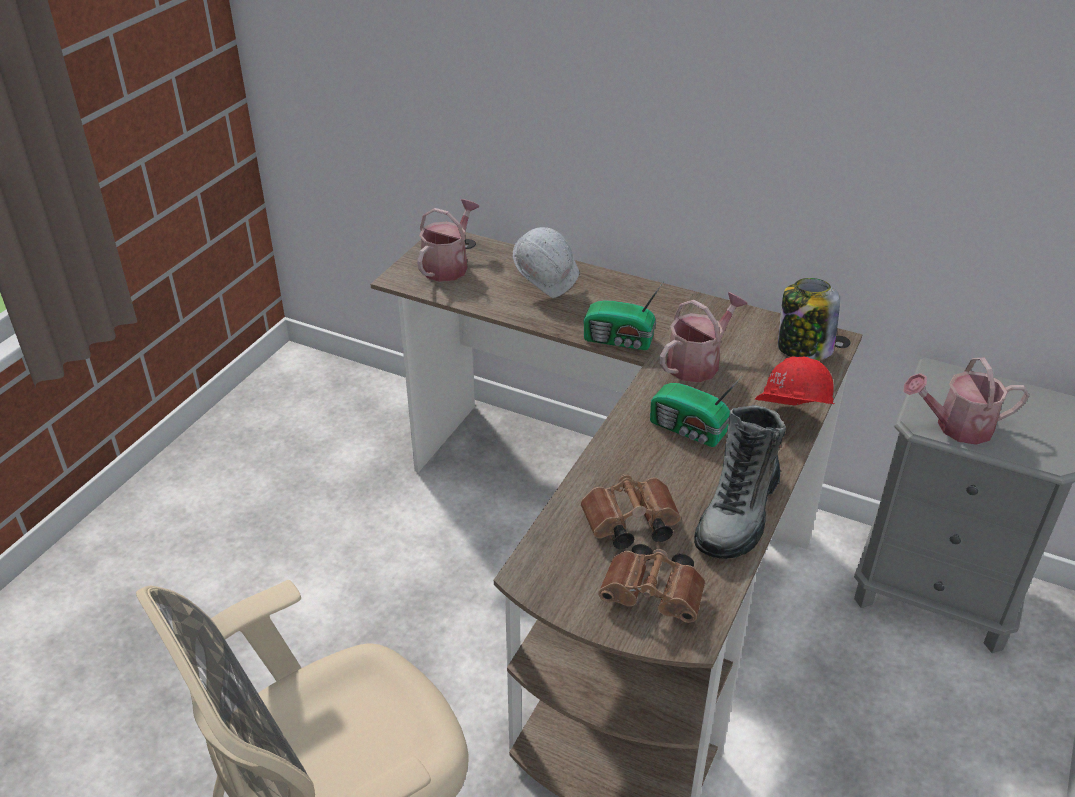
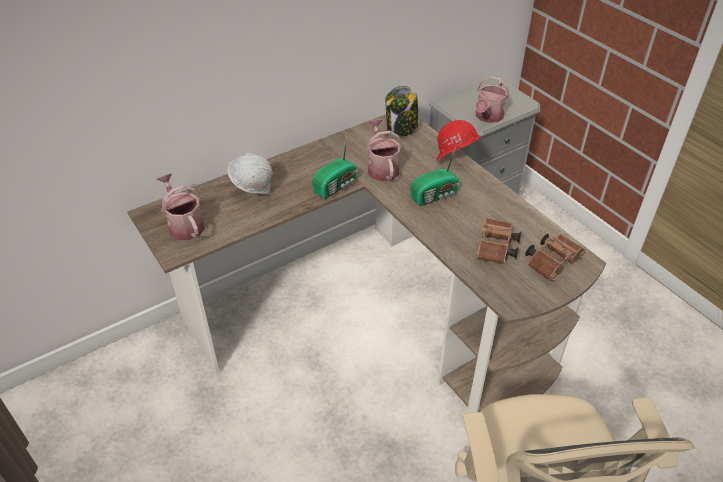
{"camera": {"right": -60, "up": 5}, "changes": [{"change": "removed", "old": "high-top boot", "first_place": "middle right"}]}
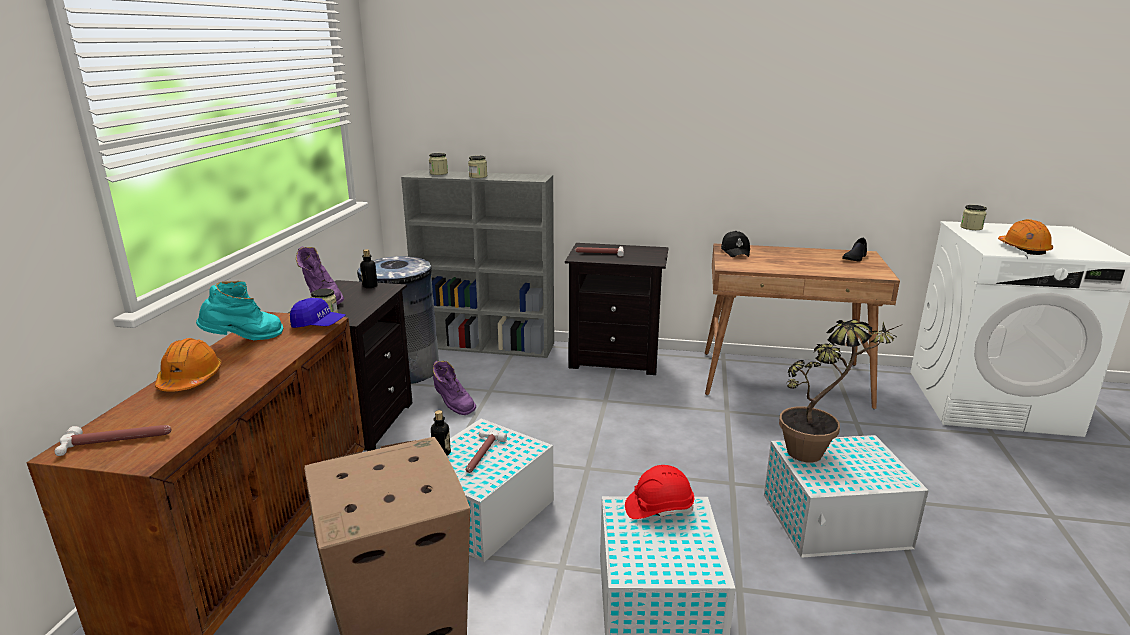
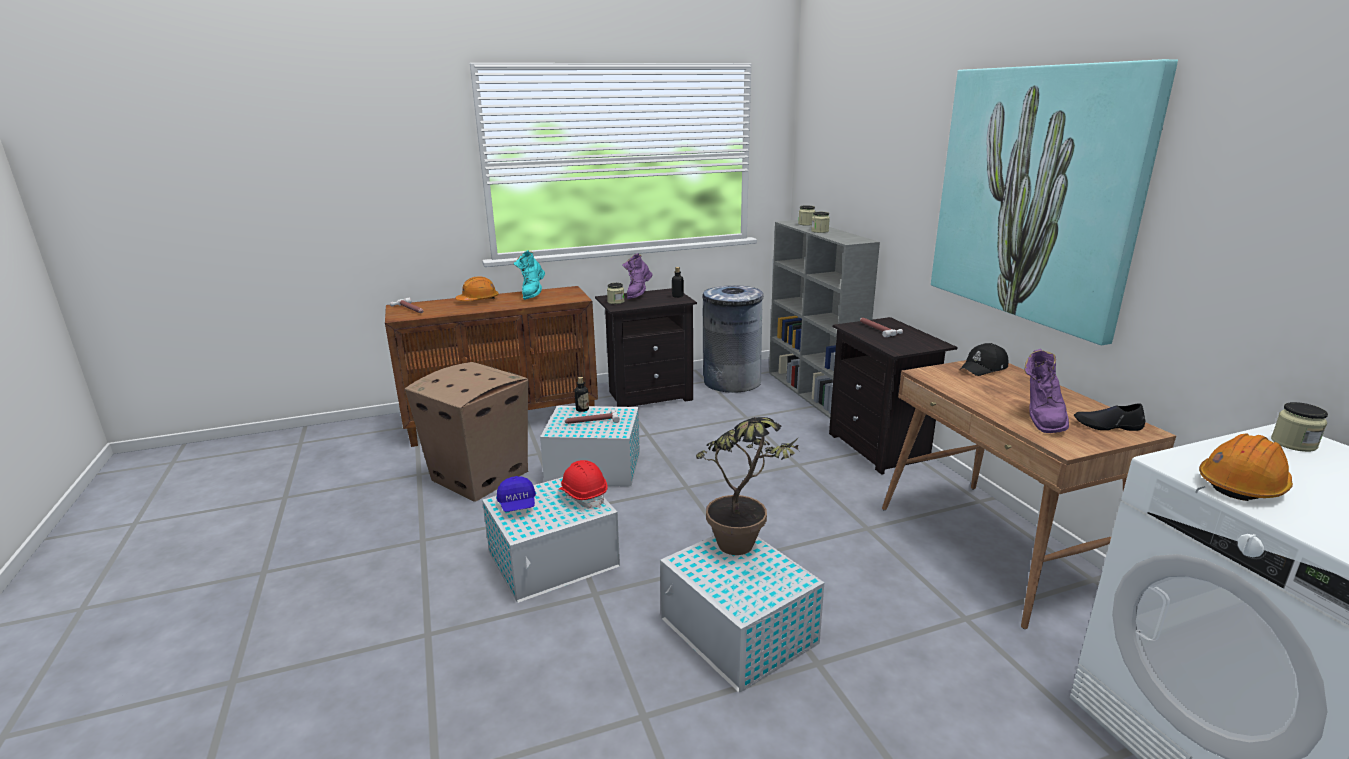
{"camera": {"right": 60, "up": 0}, "changes": [{"change": "turned", "old": "high-top boot in turquoise-coloured", "first_place": "middle left", "second_place": "centre", "degrees": 75}, {"change": "moved", "old": "cap in blue", "first_place": "middle left", "second_place": "centre"}, {"change": "moved", "old": "high-top boot in purple-coloured (2nd from left)", "first_place": "centre", "second_place": "middle right"}, {"change": "added", "new": "picture", "second_place": "top right"}]}
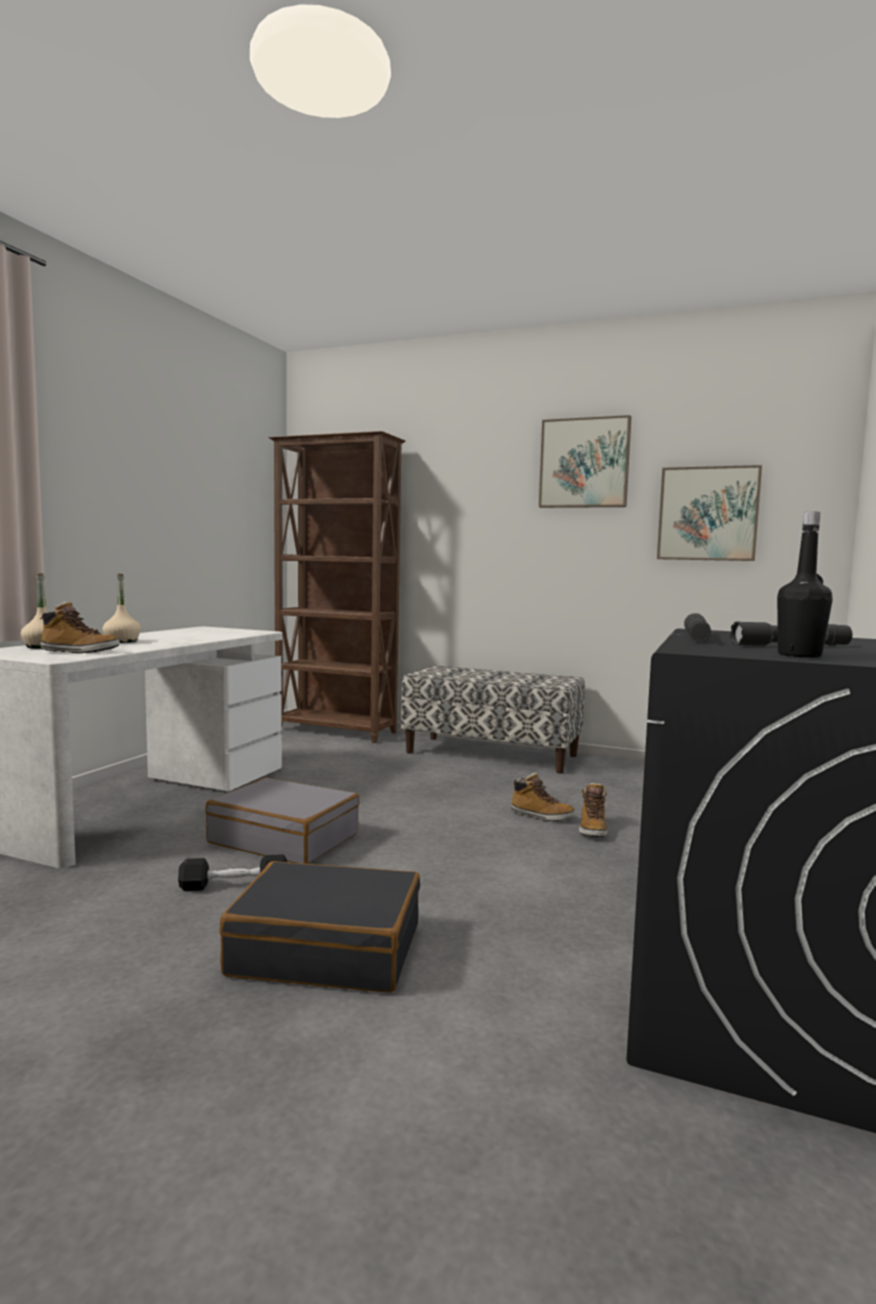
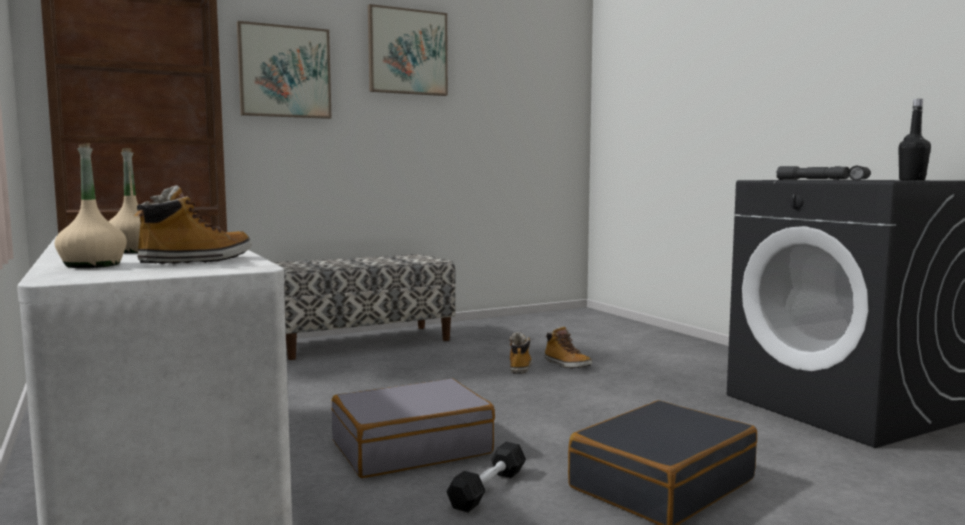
{"camera": {"right": -50, "up": 0}, "changes": [{"change": "turned", "old": "high-top boot (2nd from left)", "first_place": "centre", "second_place": "bottom centre", "degrees": -60}, {"change": "moved", "old": "picture (2nd from left in the first image)", "new": "picture (1st from left)", "first_place": "middle right", "second_place": "top left"}]}
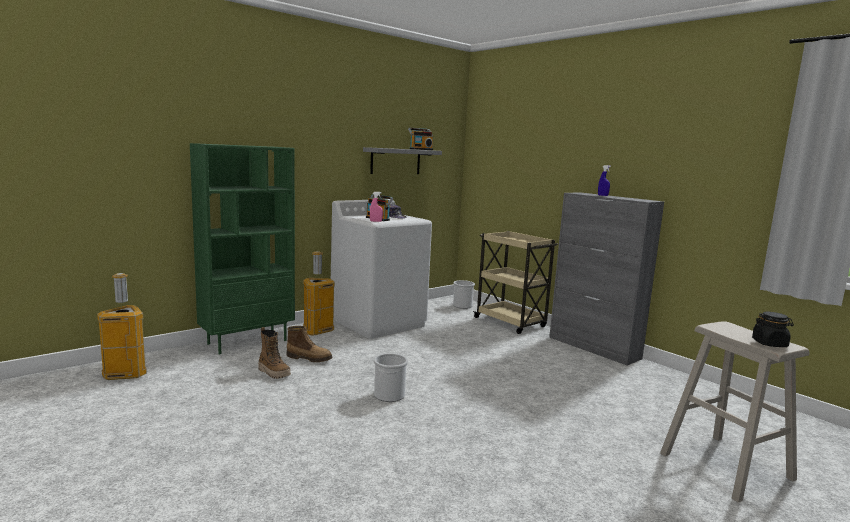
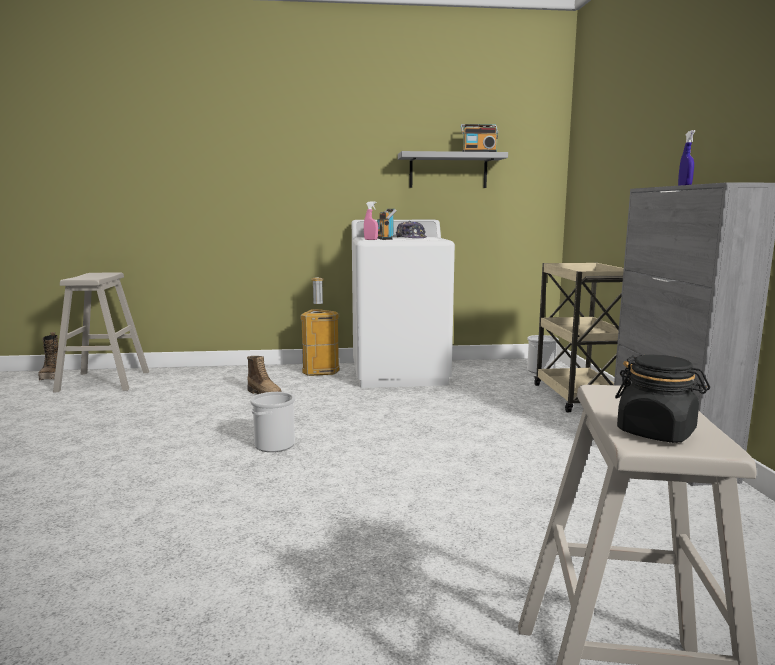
{"camera": {"right": 35, "up": 0}, "changes": [{"change": "replaced", "old": "trash can (1st from left)", "new": "stool seat in beige (1st from left)", "first_place": "middle left", "second_place": "middle left"}, {"change": "removed", "old": "shelving unit in green-coloured", "first_place": "middle left"}, {"change": "moved", "old": "high-top boot (1st from left)", "first_place": "bottom left", "second_place": "middle left"}]}
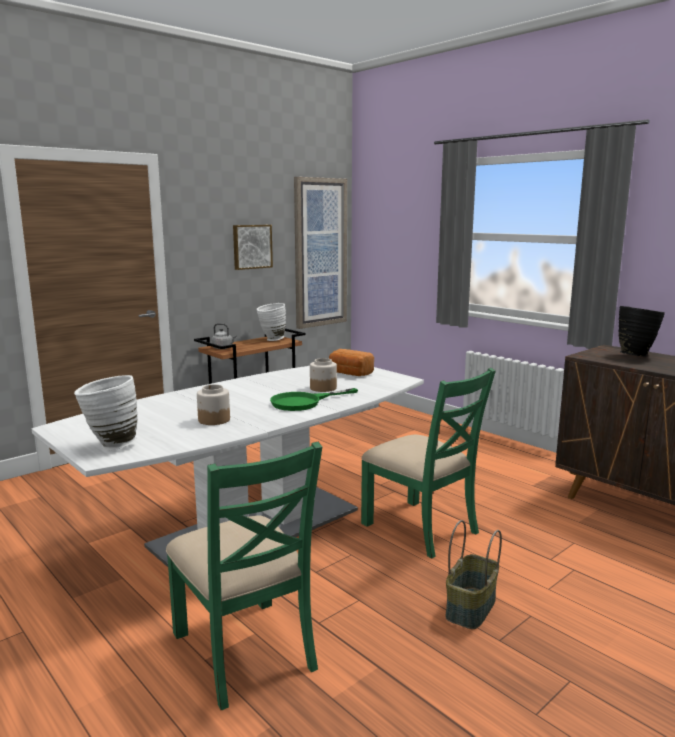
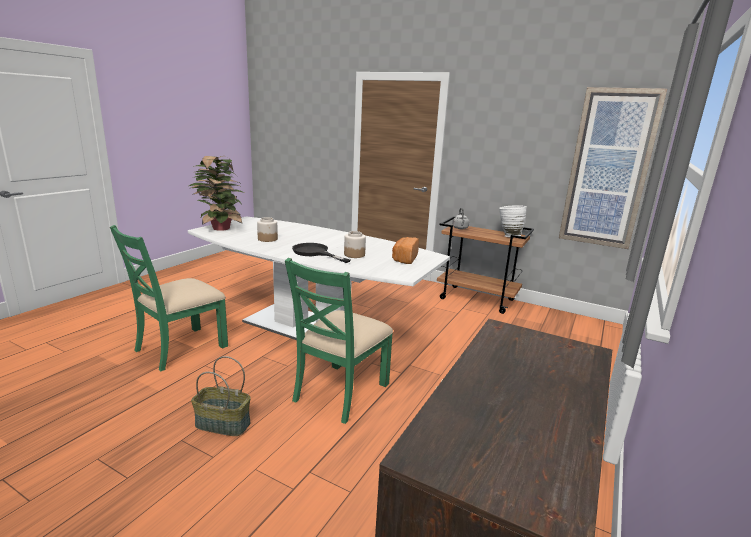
{"camera": {"right": 70, "up": 5}, "changes": [{"change": "replaced", "old": "vase in whitish (1st from left)", "new": "plant in a pot", "first_place": "middle left", "second_place": "middle left"}, {"change": "removed", "old": "picture (1st from left)", "first_place": "centre"}, {"change": "recoloured", "old": "frying pan in green-coloured", "new": "frying pan in blackish", "first_place": "centre", "second_place": "centre"}, {"change": "removed", "old": "vase in blackish", "first_place": "middle right"}]}
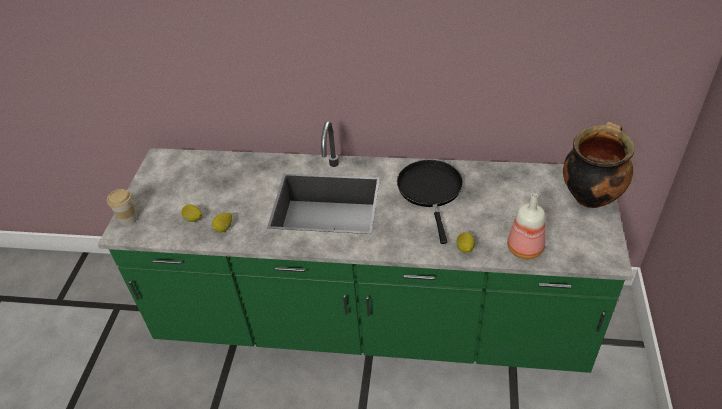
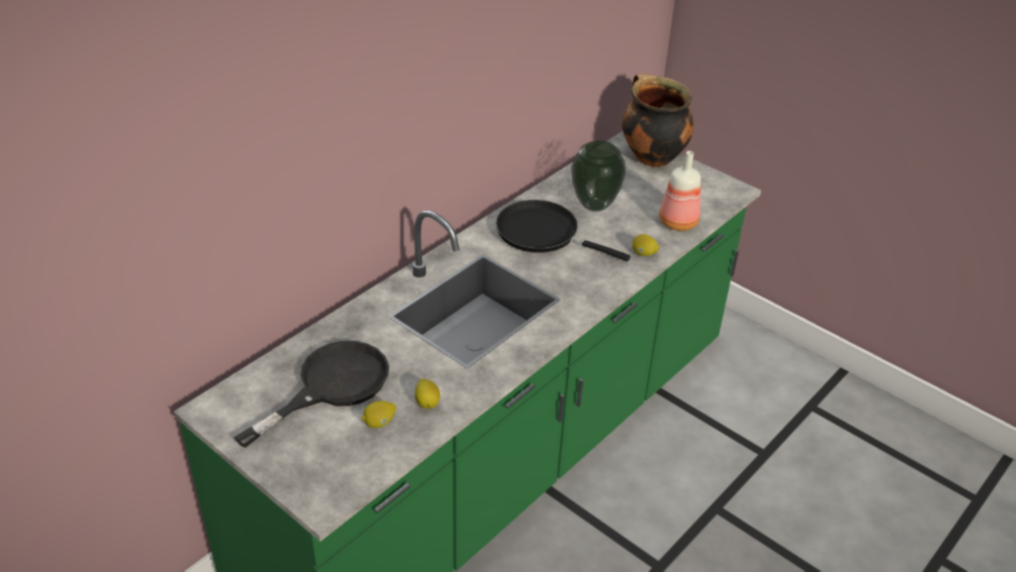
{"camera": {"right": -60, "up": -5}, "changes": [{"change": "removed", "old": "cup", "first_place": "middle left"}, {"change": "added", "new": "frying pan in blackish (1st from left)", "second_place": "bottom left"}, {"change": "added", "new": "vase", "second_place": "top centre"}]}
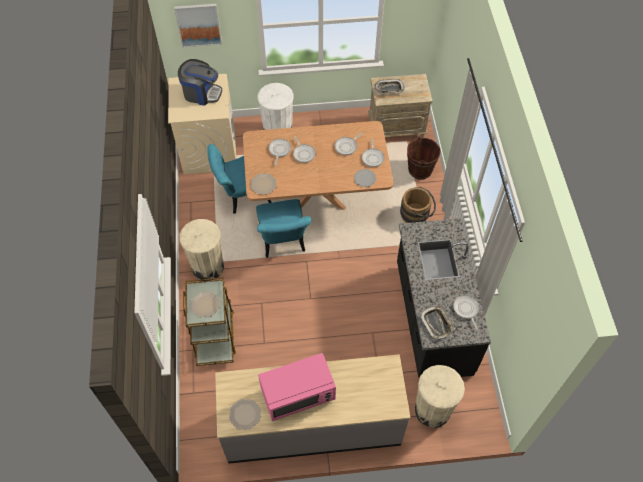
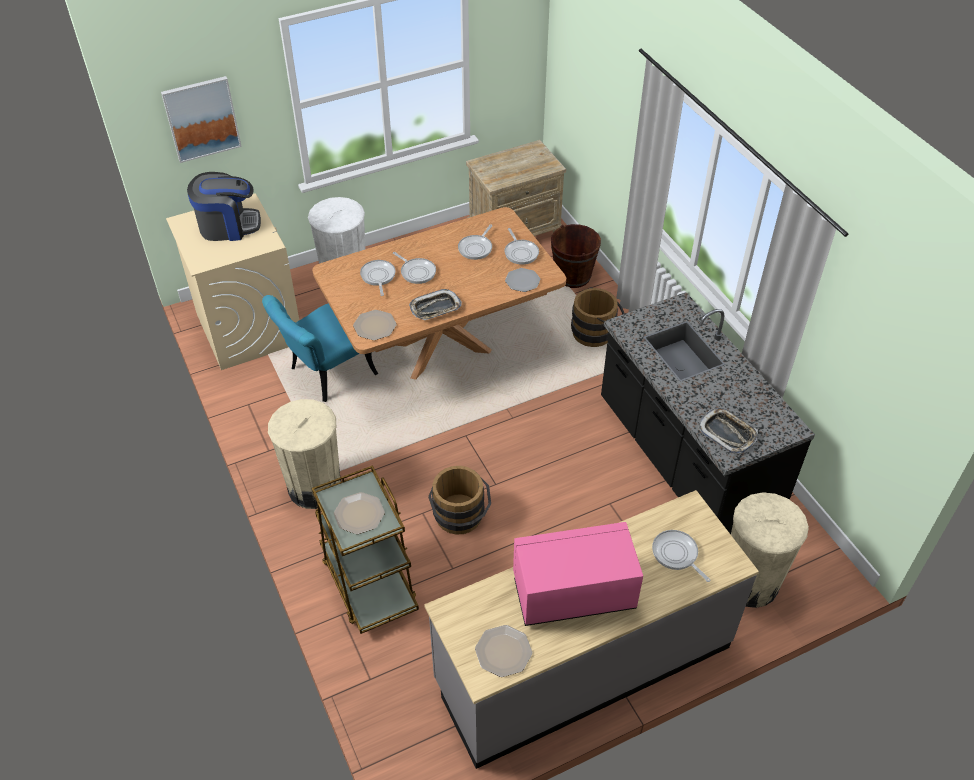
{"camera": {"right": -20, "up": -10}, "changes": [{"change": "removed", "old": "upright chair in turquoise-coloured (2nd from left)", "first_place": "centre"}, {"change": "turned", "old": "kitchen microwave in pink", "first_place": "bottom centre", "second_place": "bottom centre", "degrees": -150}, {"change": "moved", "old": "carrying tray (1st from left)", "first_place": "top centre", "second_place": "centre"}, {"change": "moved", "old": "frying pan (5th from left)", "first_place": "middle right", "second_place": "bottom right"}, {"change": "added", "new": "pail in brown (1st from left)", "second_place": "centre"}]}
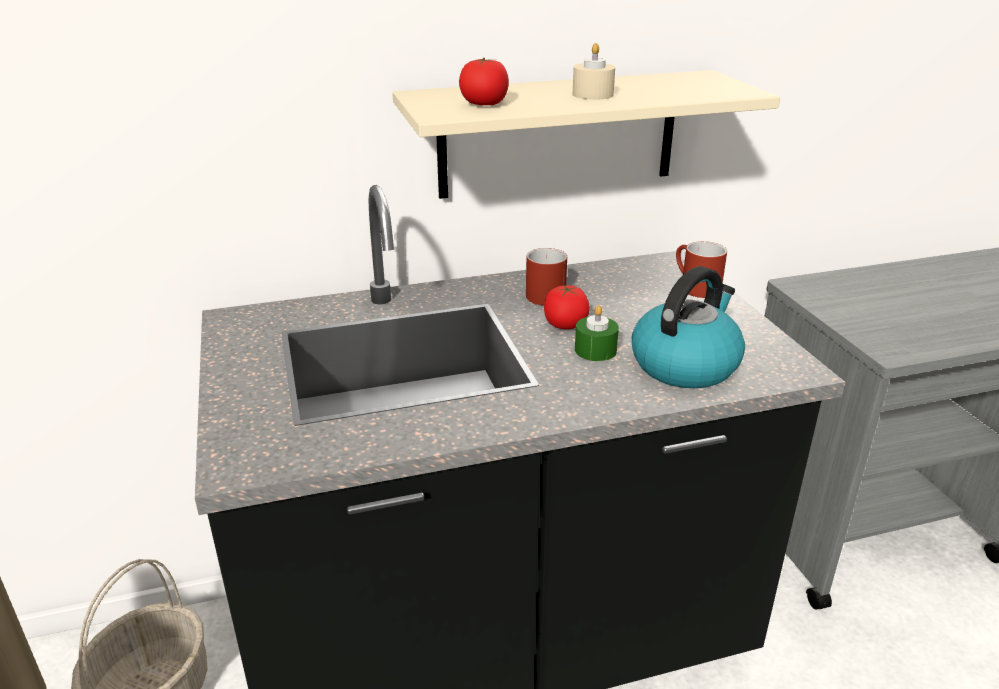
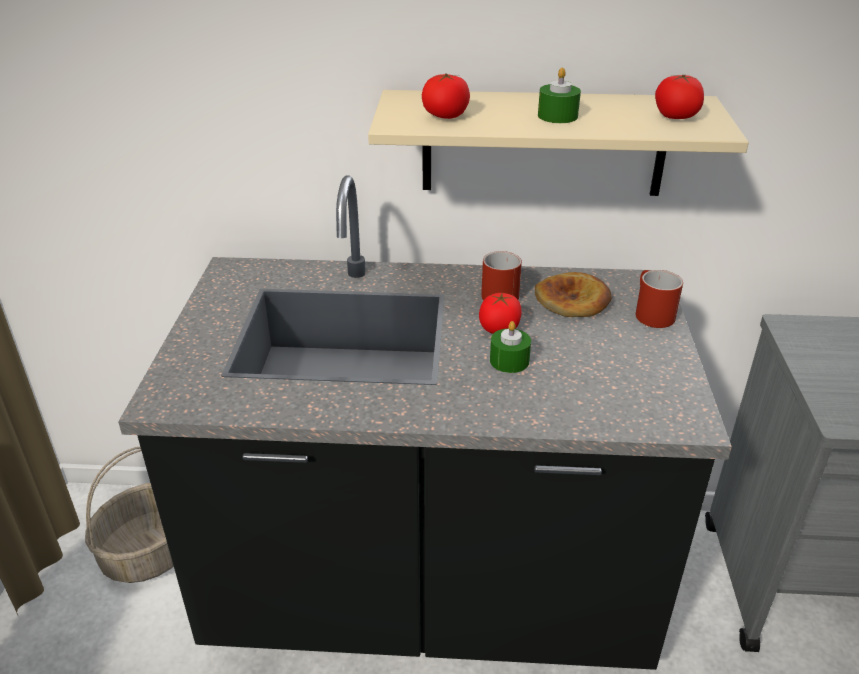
{"camera": {"right": 20, "up": 5}, "changes": [{"change": "recoloured", "old": "candle in beige", "new": "candle in green-coloured (2nd from left)", "first_place": "top centre", "second_place": "top centre"}, {"change": "removed", "old": "water kettle", "first_place": "middle right"}, {"change": "added", "new": "baked bread", "second_place": "middle right"}, {"change": "added", "new": "whole tomato (3rd from left)", "second_place": "top right"}]}
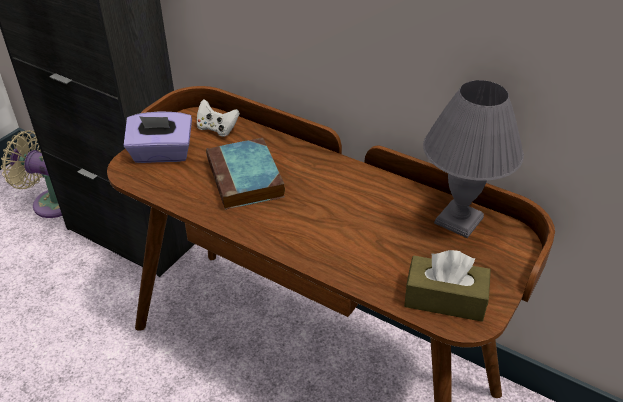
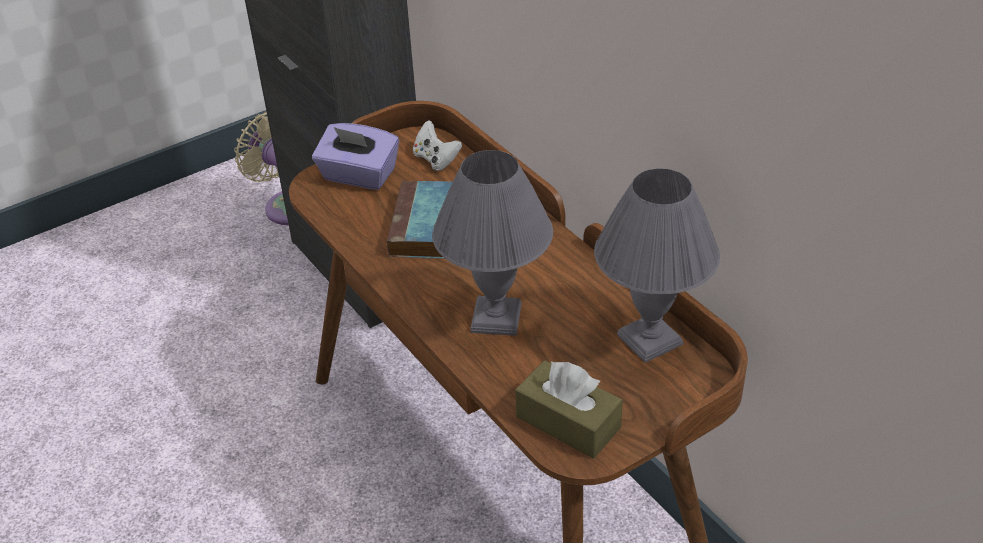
{"camera": {"right": 25, "up": 0}, "changes": [{"change": "added", "new": "table lamp in gray (1st from left)", "second_place": "centre"}]}
